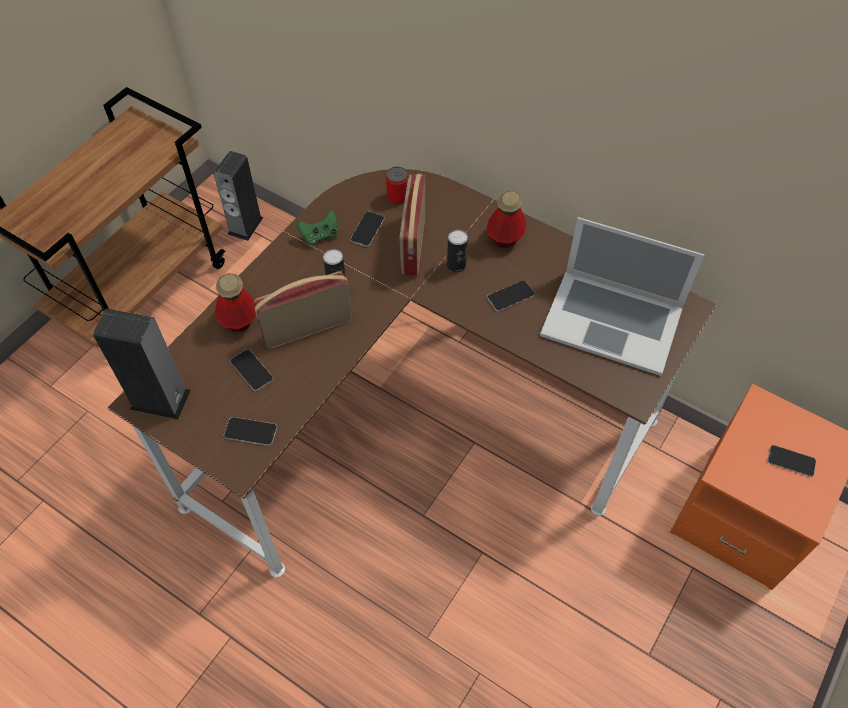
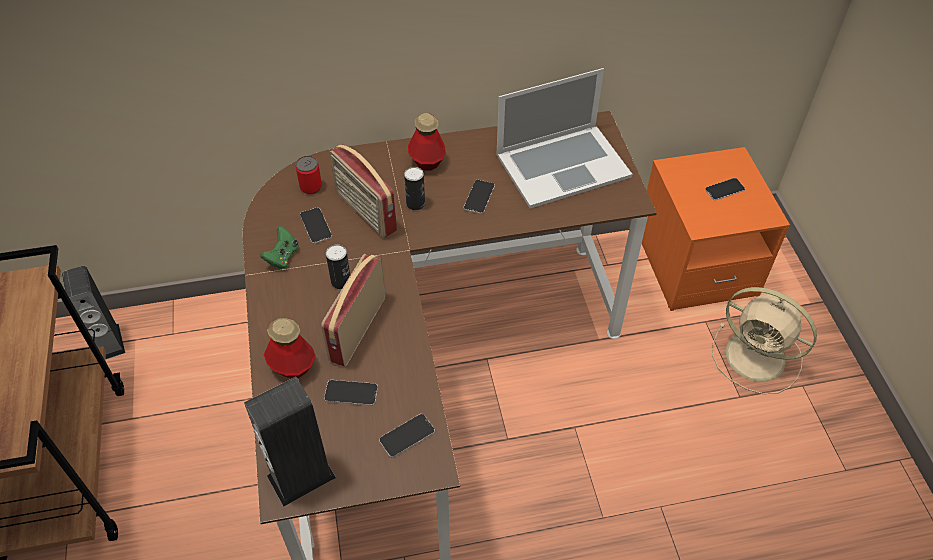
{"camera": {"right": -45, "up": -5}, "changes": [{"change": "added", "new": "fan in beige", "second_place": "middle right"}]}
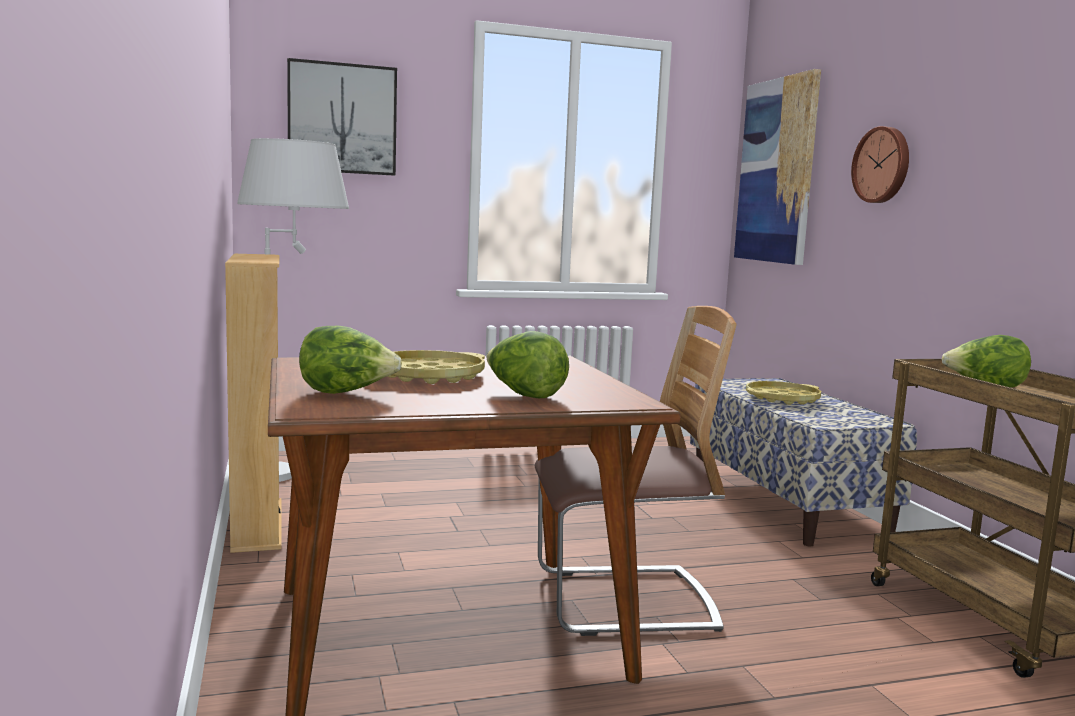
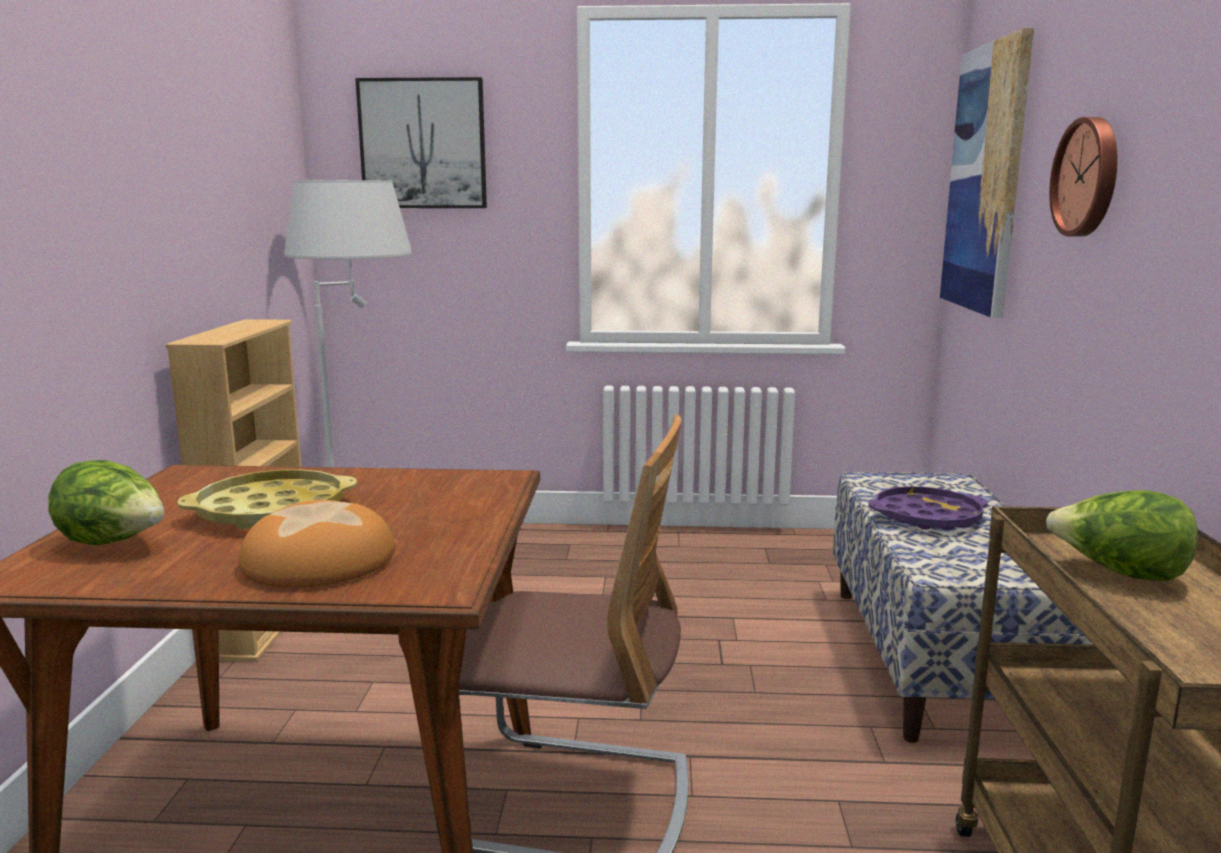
{"camera": {"right": 20, "up": 5}, "changes": [{"change": "replaced", "old": "lettuce head (2nd from left)", "new": "baked bread", "first_place": "centre", "second_place": "middle left"}, {"change": "recoloured", "old": "carrying tray in yellowish (2nd from left)", "new": "carrying tray in purple-coloured", "first_place": "middle right", "second_place": "middle right"}]}
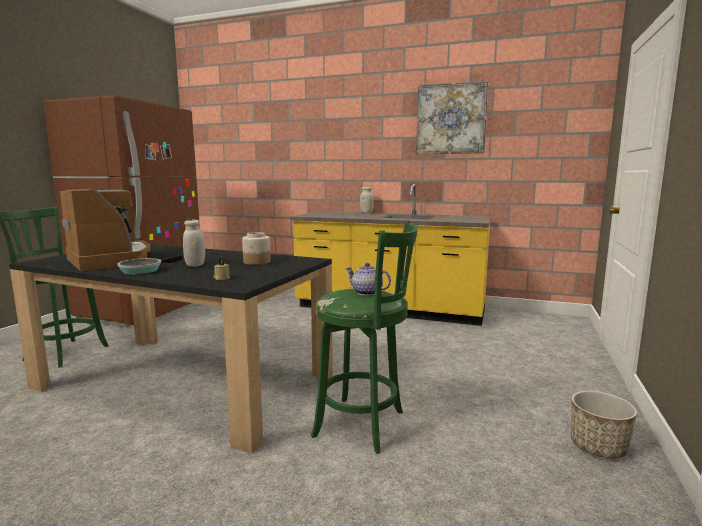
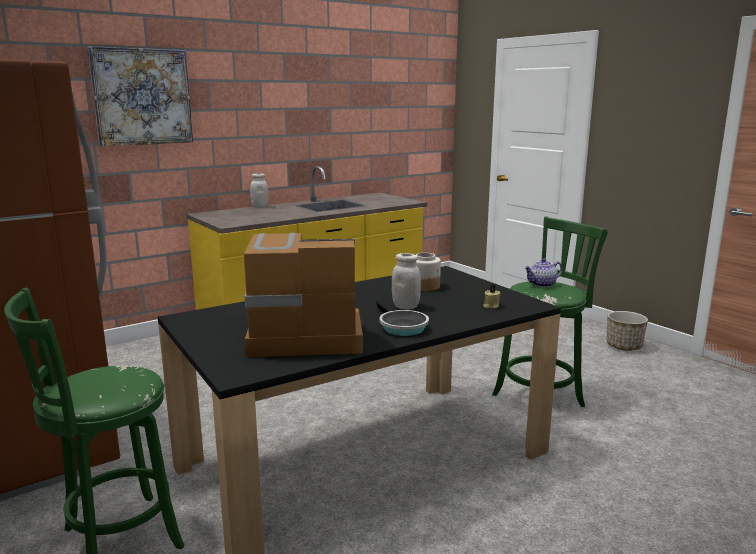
{"camera": {"right": -55, "up": 5}, "changes": [{"change": "moved", "old": "picture", "first_place": "top centre", "second_place": "top left"}]}
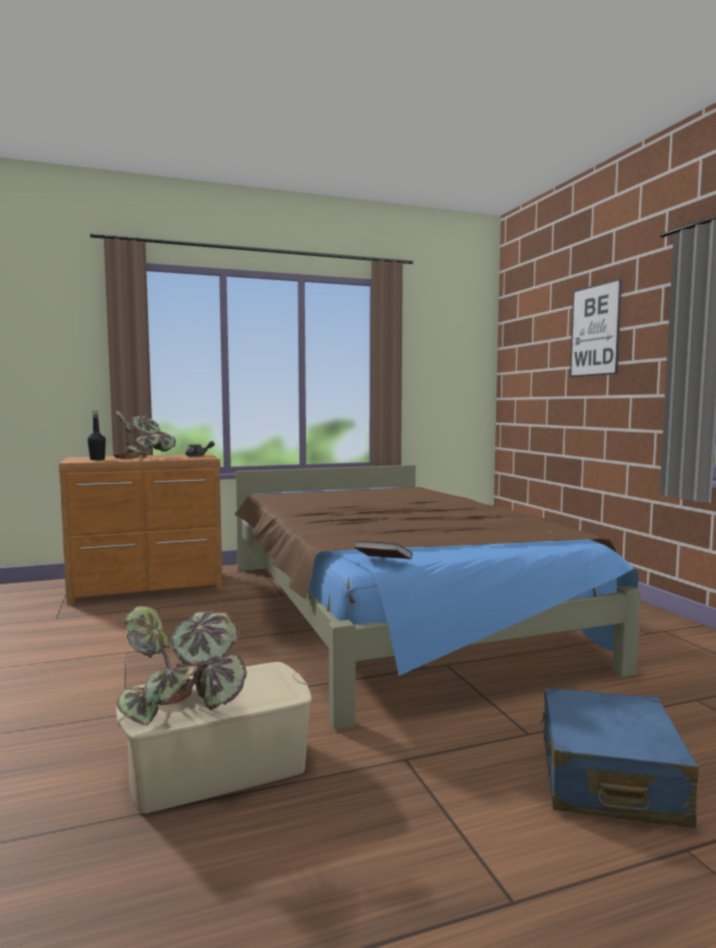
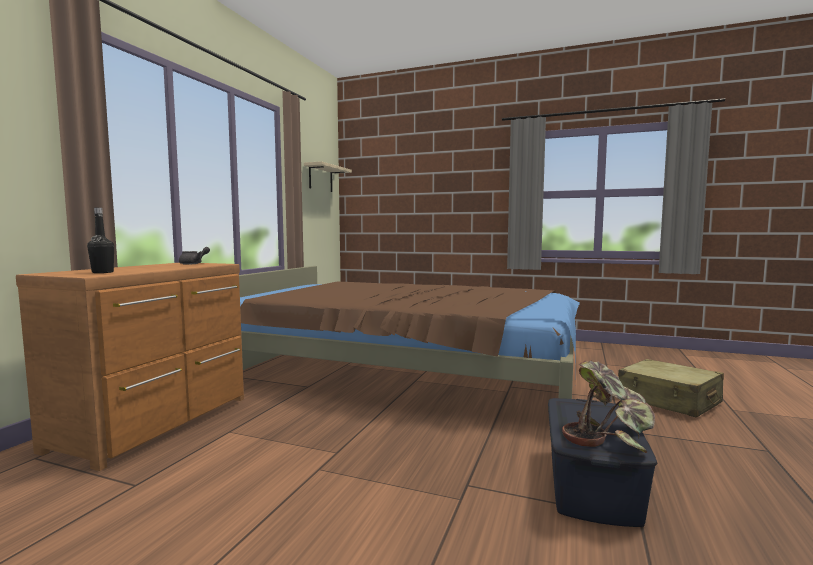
{"camera": {"right": -50, "up": 0}, "changes": [{"change": "removed", "old": "plant in a pot (1st from left)", "first_place": "middle left"}, {"change": "recoloured", "old": "storage box in beige", "new": "storage box in blue", "first_place": "bottom left", "second_place": "bottom right"}, {"change": "removed", "old": "volume", "first_place": "centre"}, {"change": "recoloured", "old": "piece of luggage in blue", "new": "piece of luggage in beige", "first_place": "bottom right", "second_place": "bottom right"}, {"change": "removed", "old": "picture", "first_place": "middle right"}, {"change": "added", "new": "shelf in beige", "second_place": "top centre"}]}
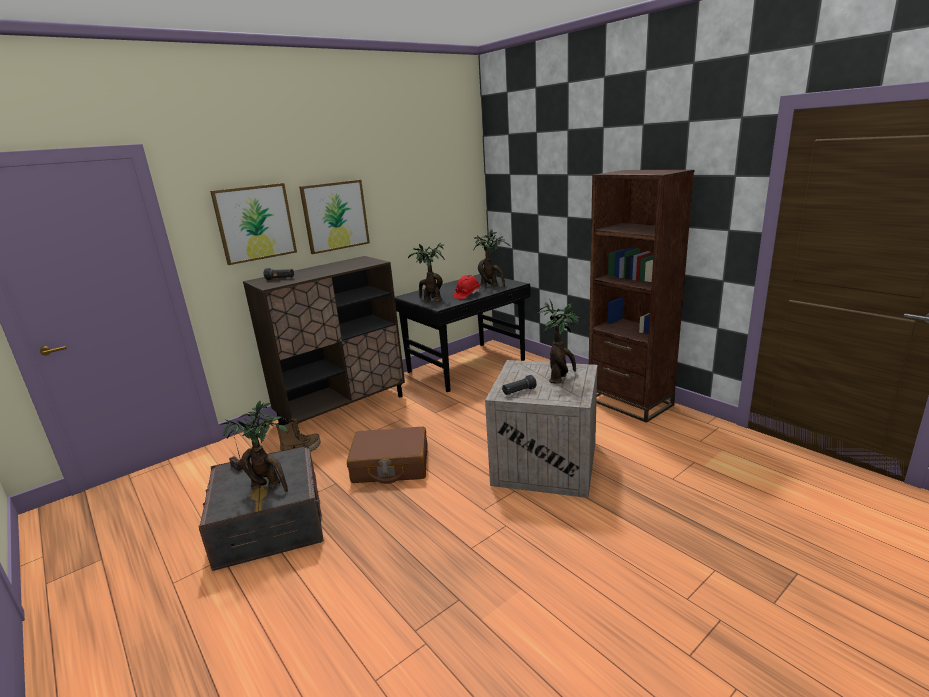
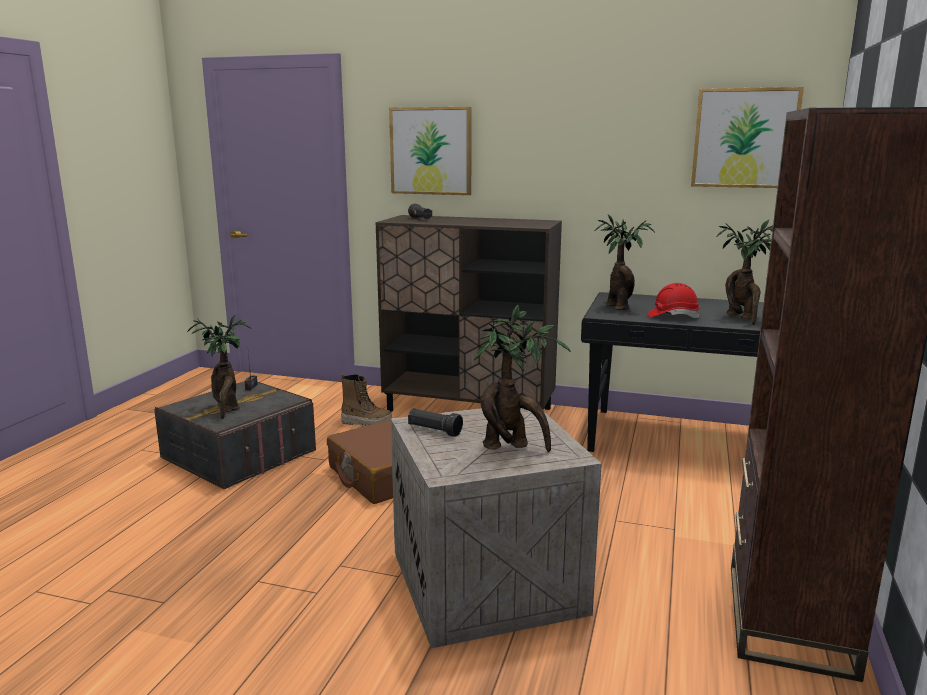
{"camera": {"right": 55, "up": -5}, "changes": [{"change": "moved", "old": "picture (2nd from left)", "first_place": "top centre", "second_place": "top right"}]}
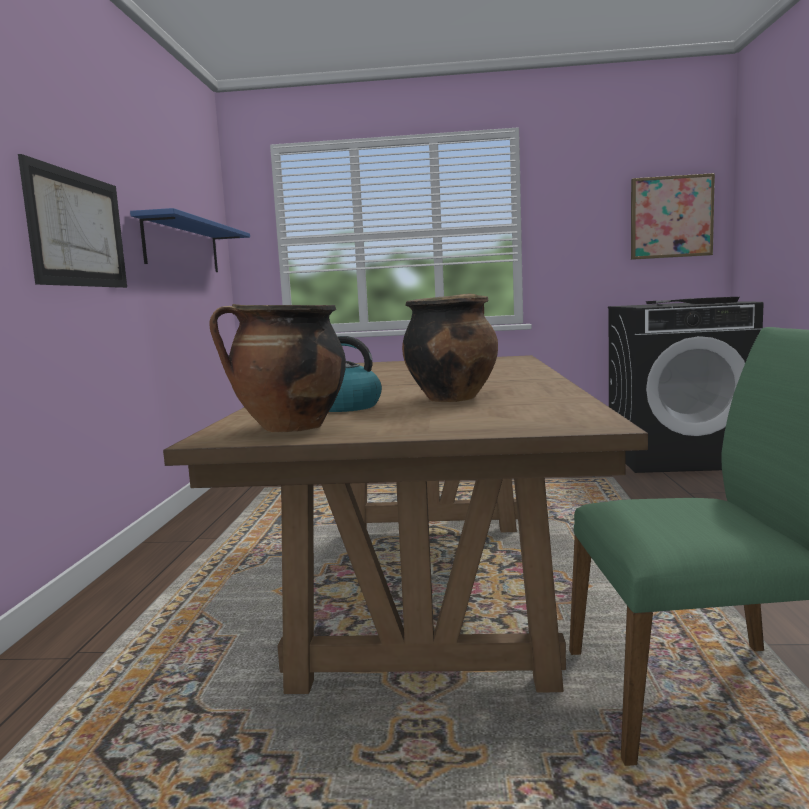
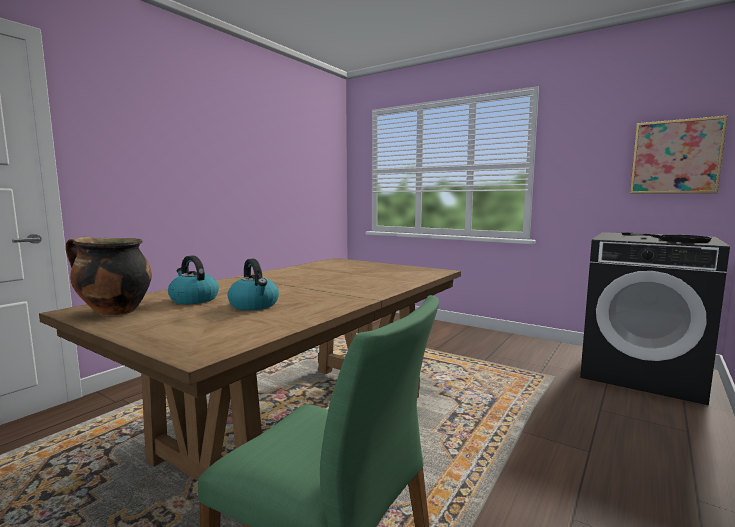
{"camera": {"right": 30, "up": 0}, "changes": [{"change": "removed", "old": "picture (1st from left)", "first_place": "top left"}, {"change": "removed", "old": "shelf in blue", "first_place": "top left"}, {"change": "replaced", "old": "cooking pot (2nd from left)", "new": "water kettle (2nd from left)", "first_place": "centre", "second_place": "centre"}]}
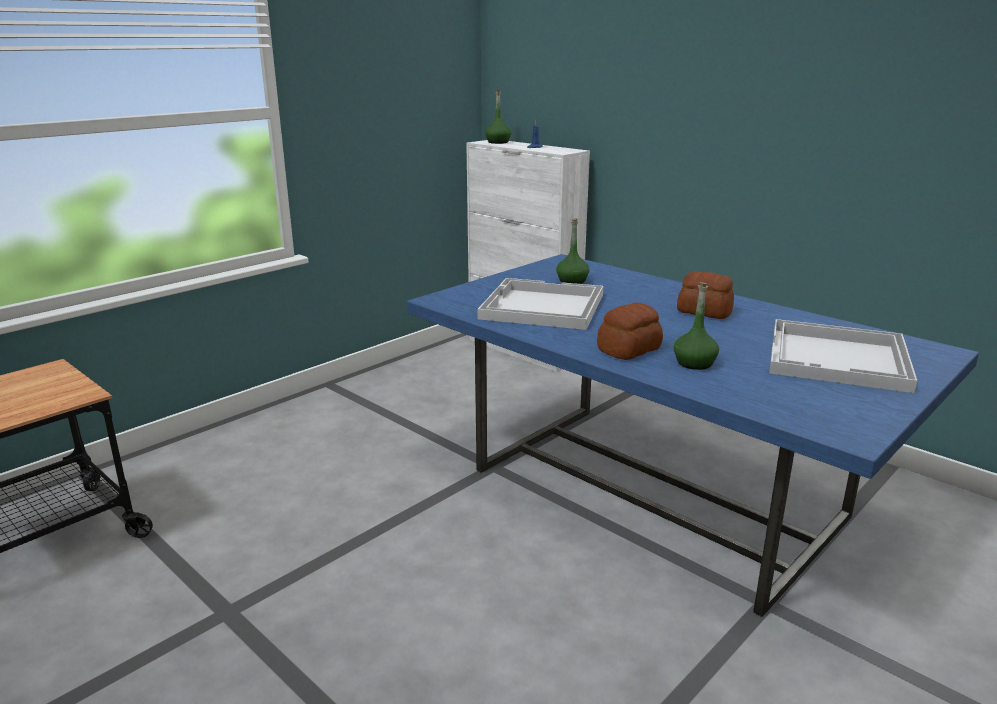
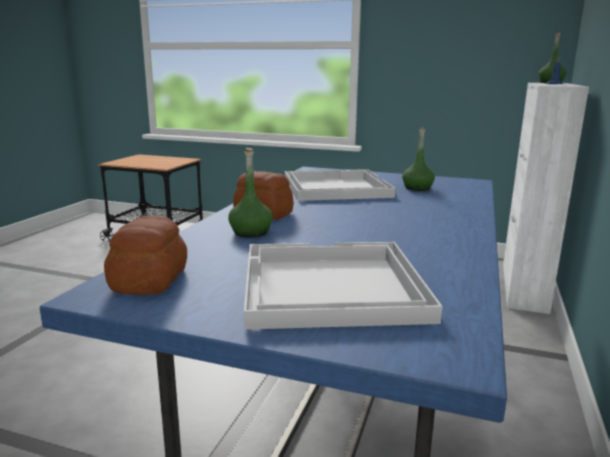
{"camera": {"right": 65, "up": -5}, "changes": [{"change": "moved", "old": "baked bread (2nd from left in the first image)", "new": "baked bread (1st from left)", "first_place": "middle right", "second_place": "middle left"}]}
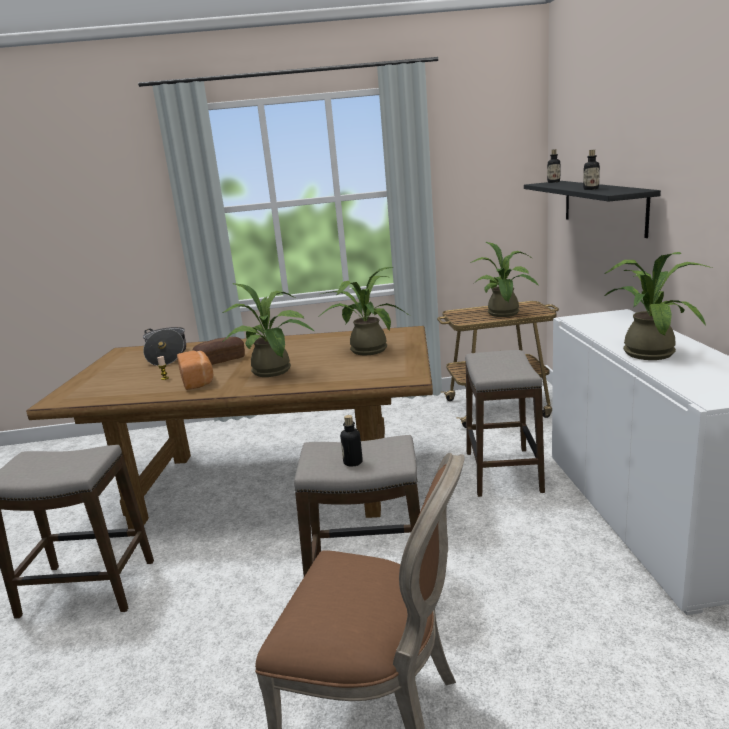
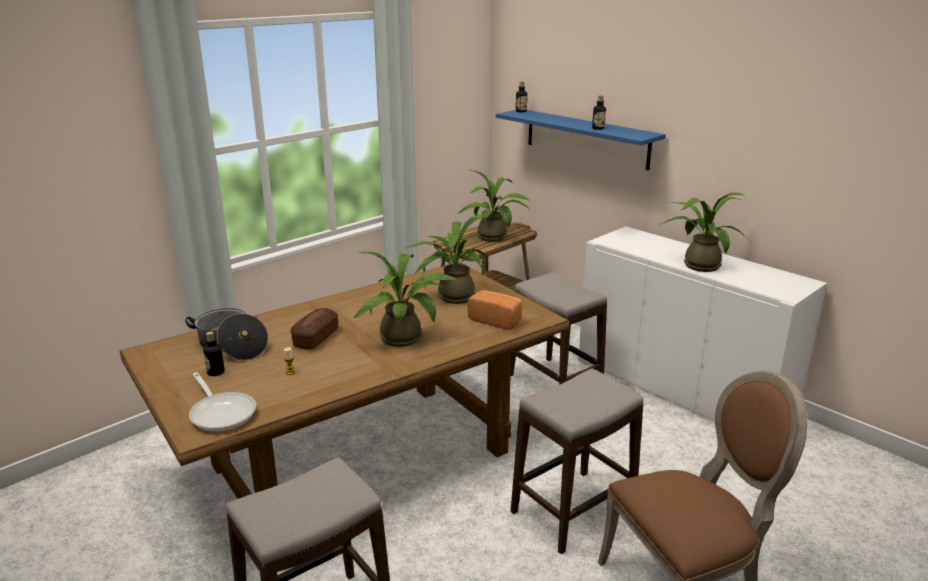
{"camera": {"right": -40, "up": 5}, "changes": [{"change": "moved", "old": "baked bread (1st from left in the first image)", "new": "baked bread (2nd from left)", "first_place": "middle left", "second_place": "centre"}, {"change": "moved", "old": "bottle (1st from left)", "first_place": "centre", "second_place": "middle left"}, {"change": "recoloured", "old": "shelf in blackish", "new": "shelf in blue", "first_place": "top right", "second_place": "top centre"}, {"change": "added", "new": "frying pan", "second_place": "bottom left"}]}
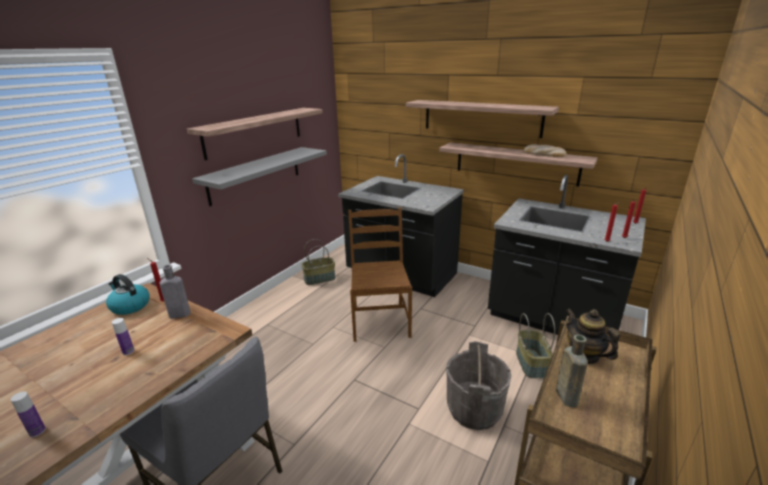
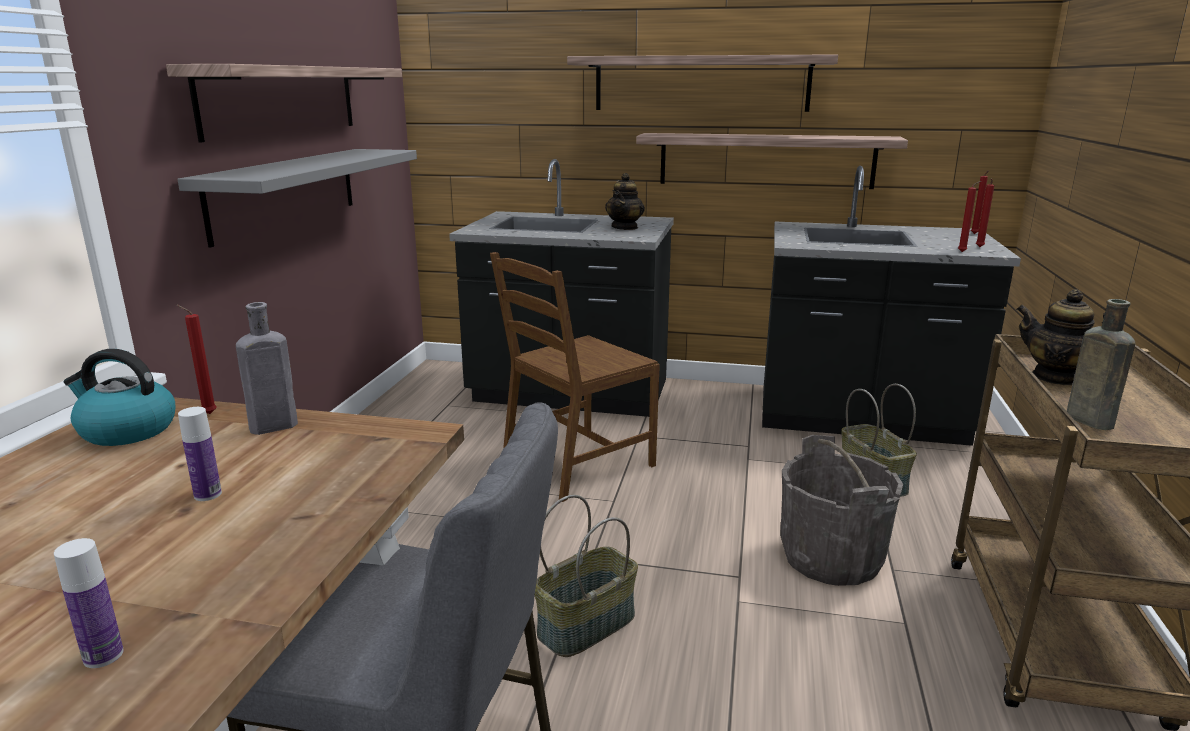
{"camera": {"right": -20, "up": -5}, "changes": [{"change": "moved", "old": "storage basket (1st from left)", "first_place": "centre", "second_place": "bottom centre"}, {"change": "turned", "old": "upright chair in brown", "first_place": "centre", "second_place": "centre", "degrees": -105}, {"change": "removed", "old": "baked bread", "first_place": "top right"}, {"change": "added", "new": "pot for tea (1st from left)", "second_place": "top centre"}]}
